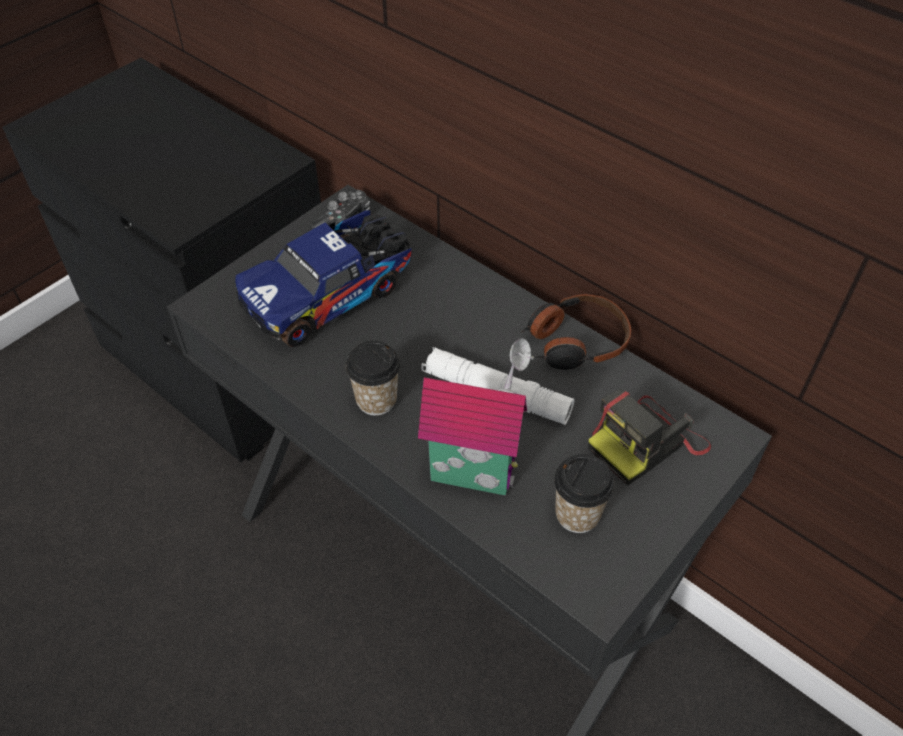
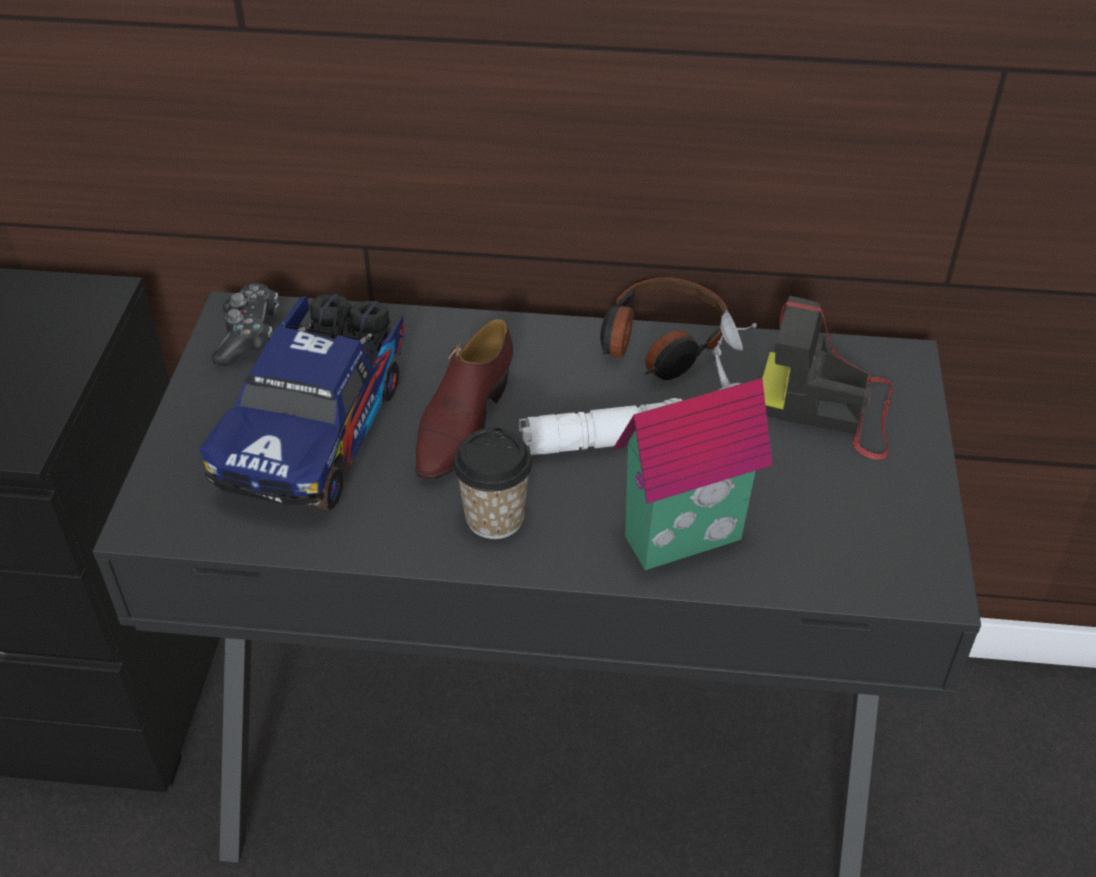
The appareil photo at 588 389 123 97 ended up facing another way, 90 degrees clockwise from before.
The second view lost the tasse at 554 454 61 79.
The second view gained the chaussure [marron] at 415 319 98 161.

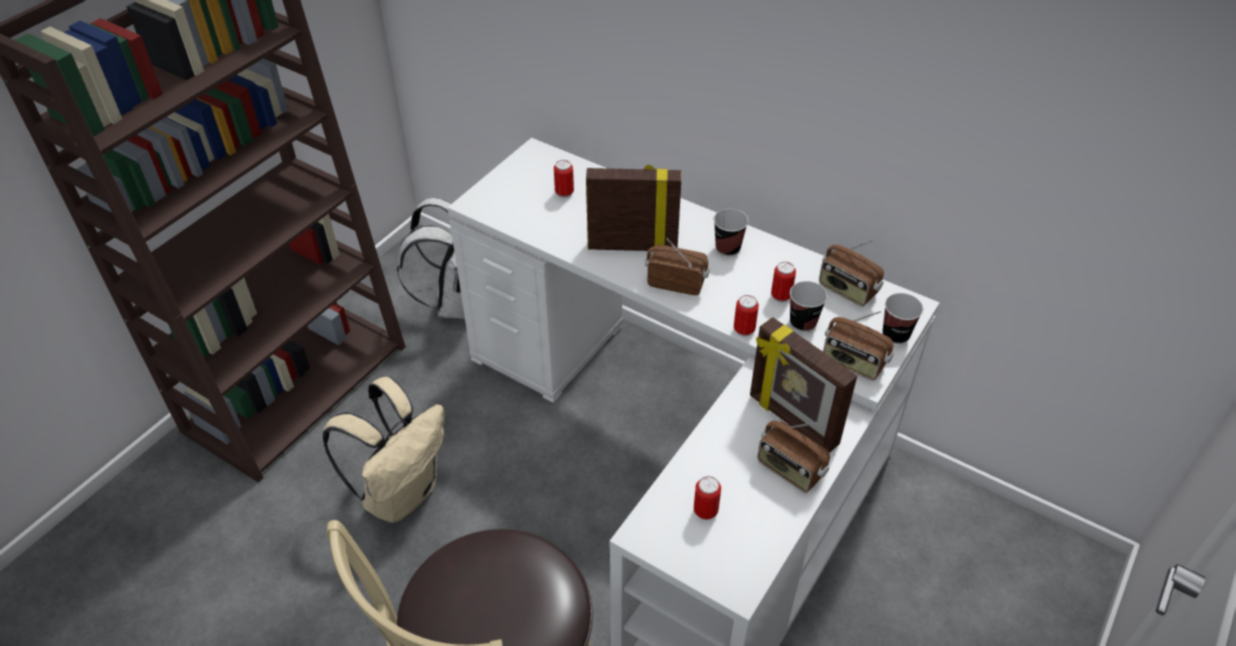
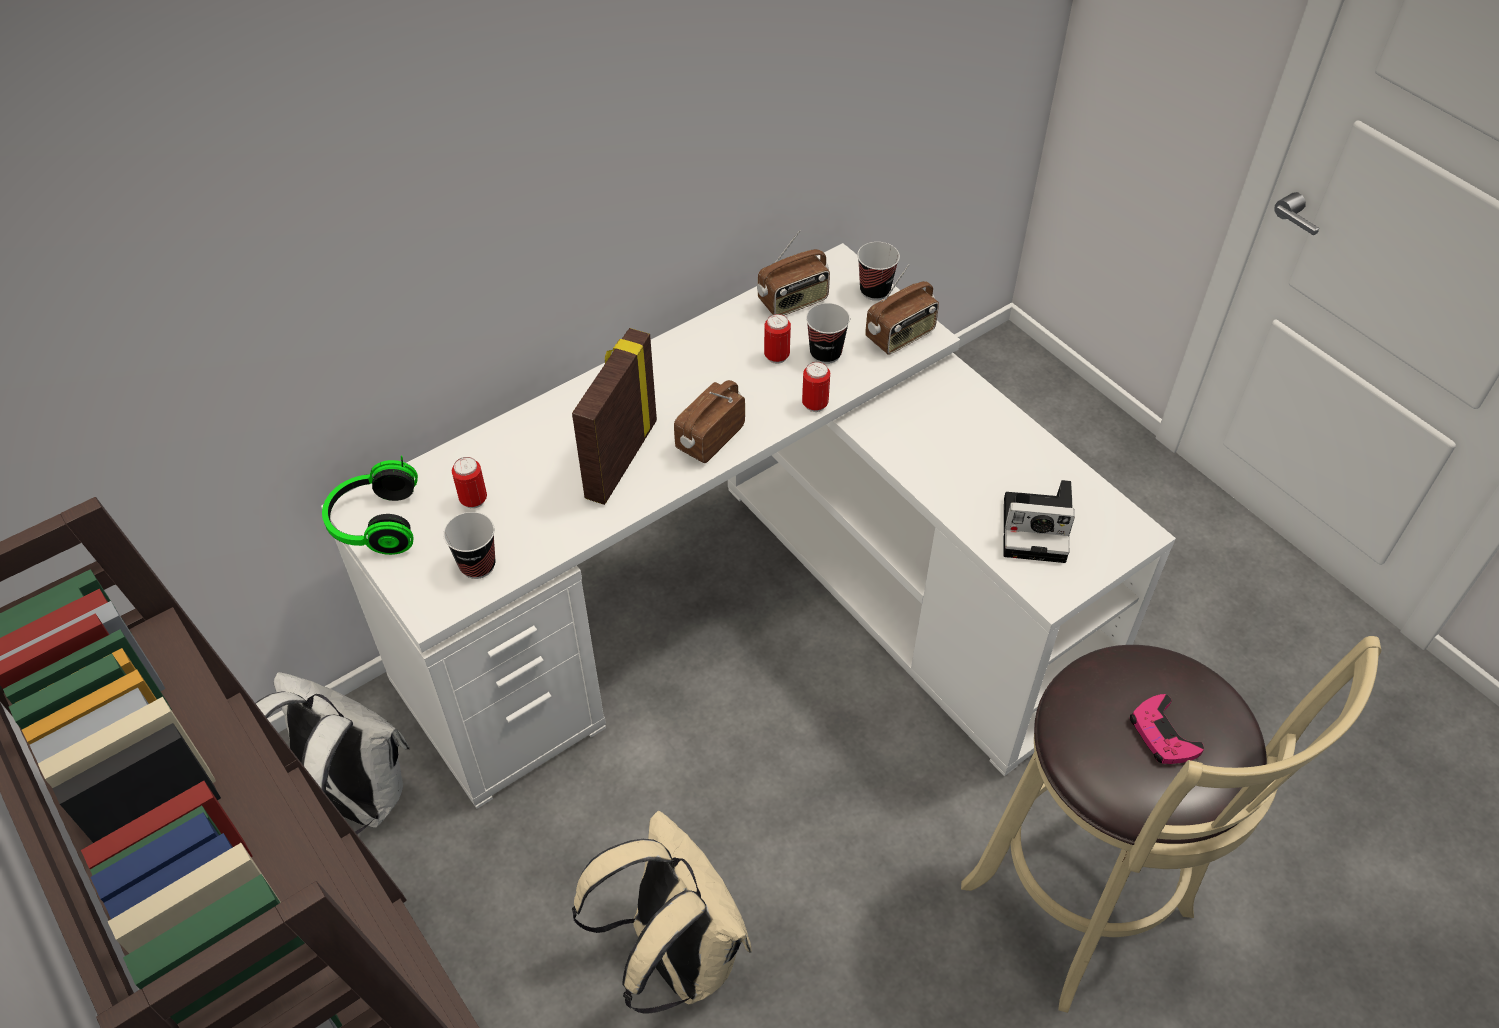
The tasse ended up elsewhere, having gone from 714 209 34 47 to 443 512 52 67.
The second view lost the cadre photo at 750 317 107 136.
The second view lost the radio at 758 421 72 72.
Where the boîte métallique stood at 694 476 27 44, the appareil photo came to stand at 1003 480 72 83.
The second view gained the casque audio at 322 455 96 100.
The second view gained the manette [rose] at 1130 694 74 70.

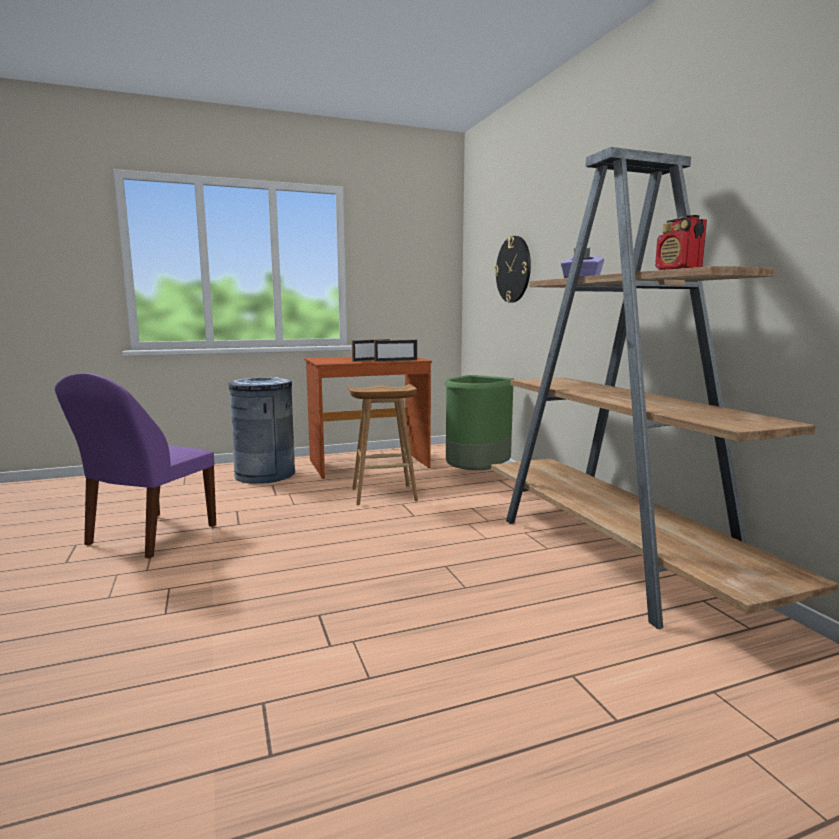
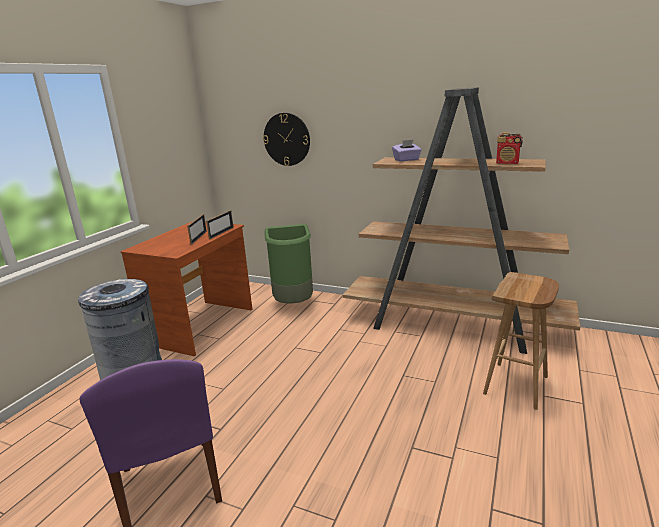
The tabouret [marron] ended up elsewhere, having gone from 348 384 70 121 to 483 272 76 138.

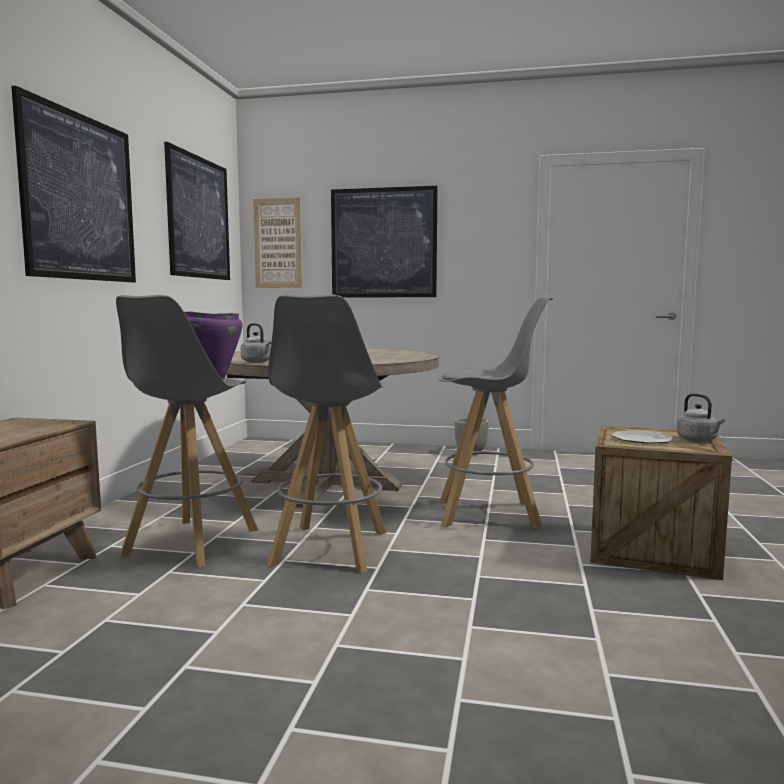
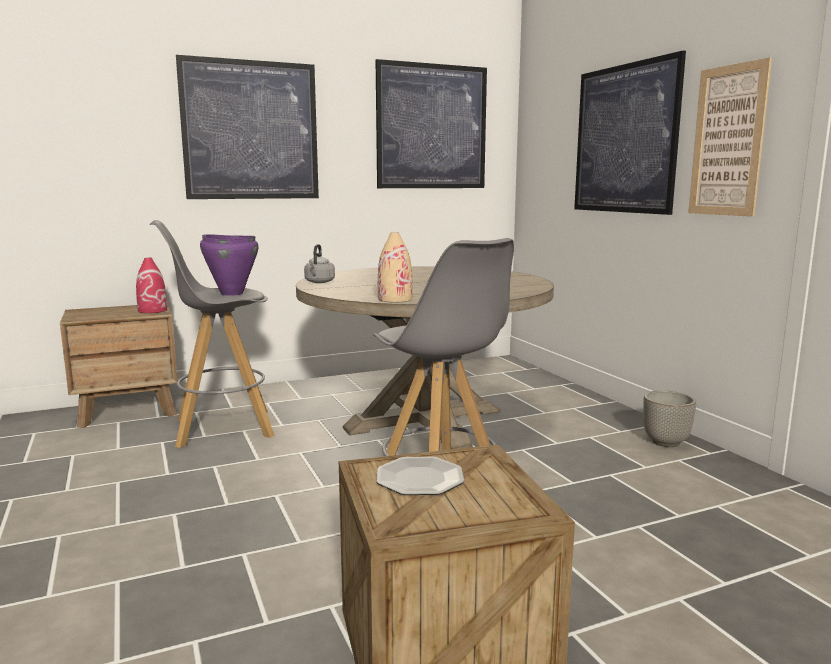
The tableau ended up elsewhere, having gone from 253 197 49 91 to 688 57 84 160.
The second view lost the tabouret [gris] at 268 294 118 279.
The second view lost the bouilloire [gris] at 676 393 49 49.
The second view gained the vase [beige] at 378 232 35 70.
The second view gained the vase [rouge] at 136 258 31 55.

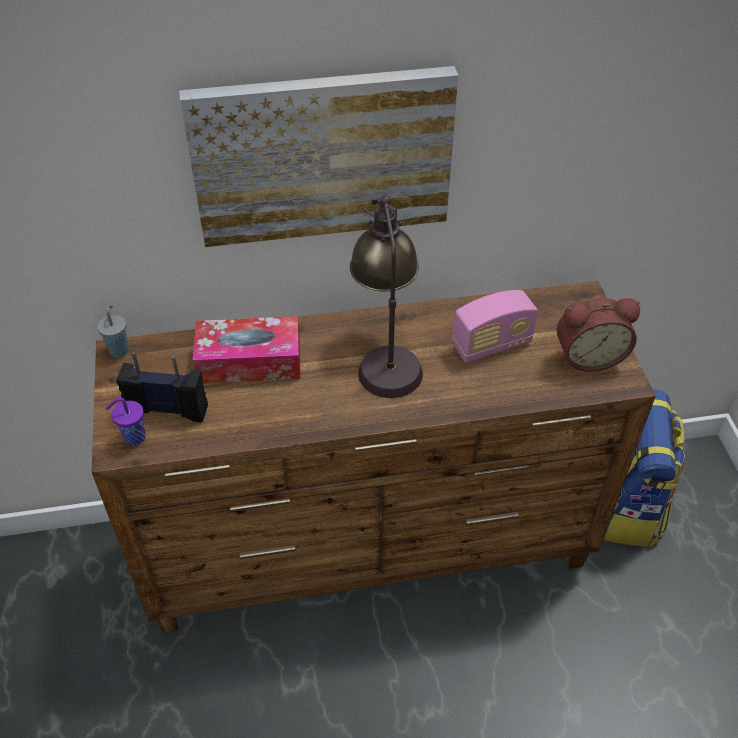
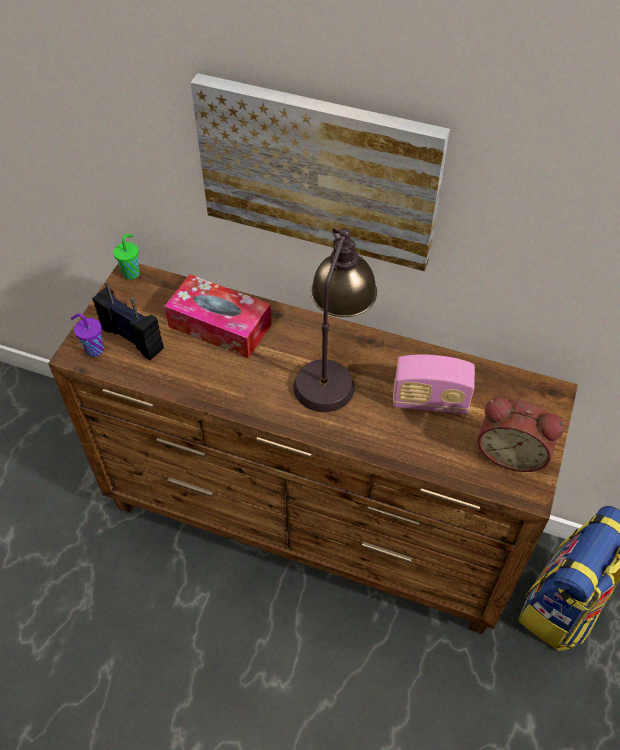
What was the tasse [gris] at 97 305 32 52 turned into the tasse [vert] at 113 234 27 46.

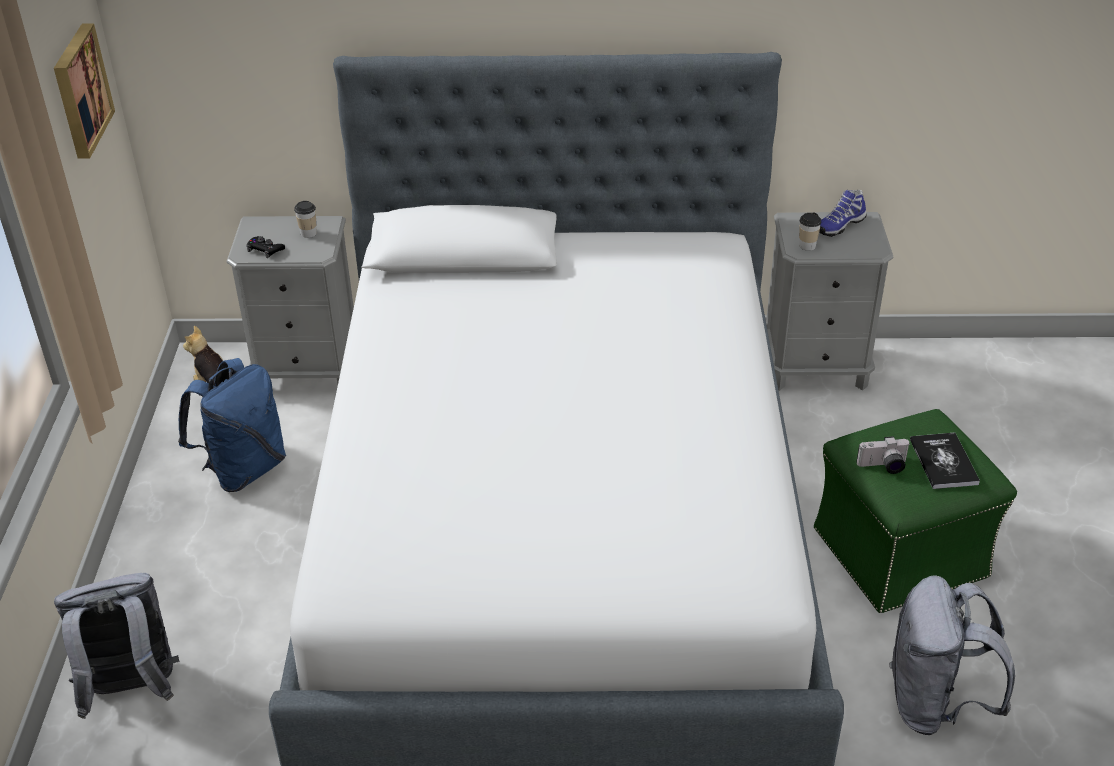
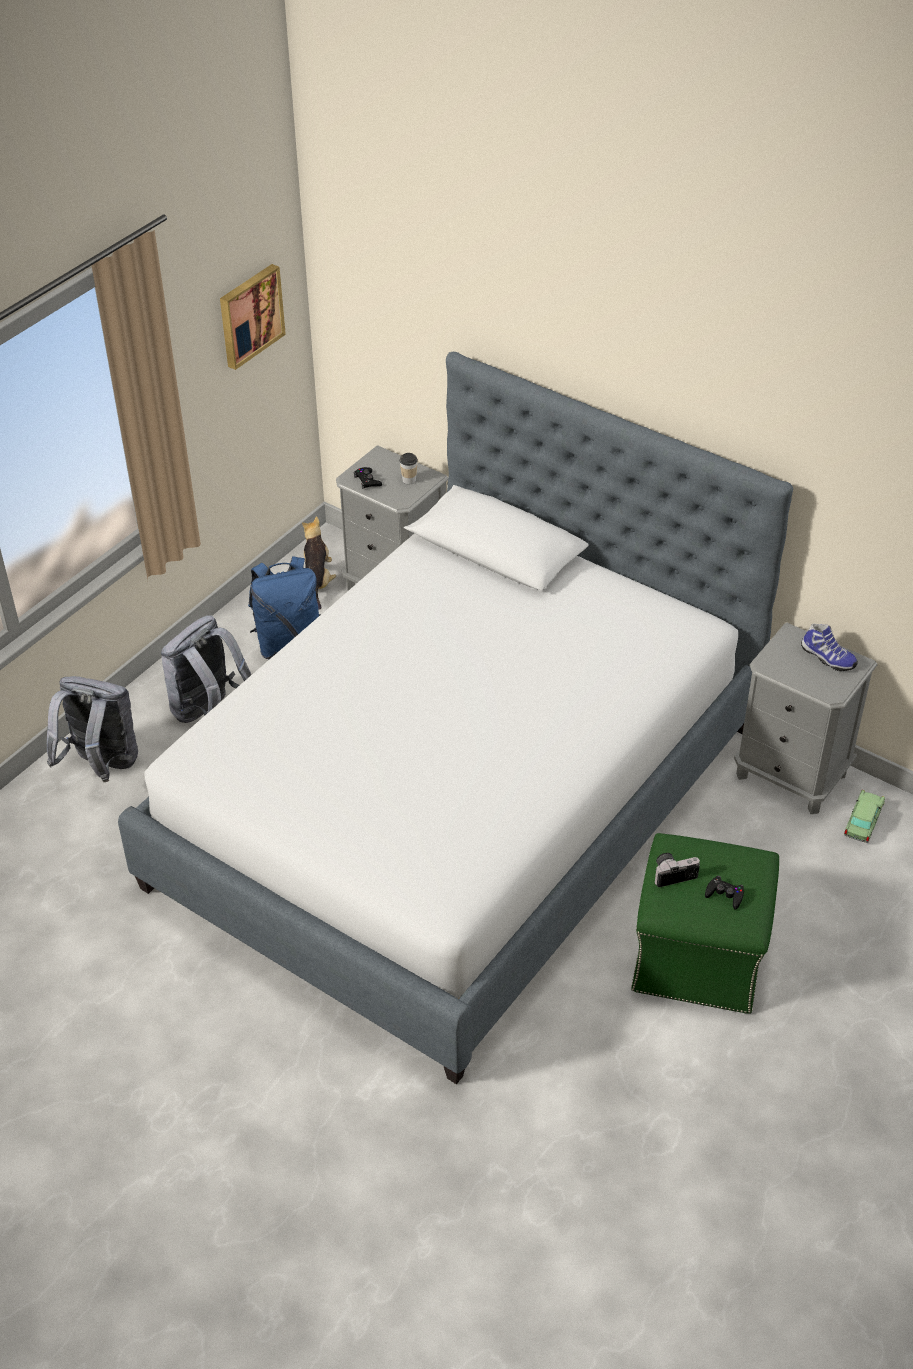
The chaussure at 819 190 48 47 ended up facing another way, 135 degrees counterclockwise from before.
The second view lost the tasse at 799 212 22 39.
Where the livre stood at 910 432 70 57, the manette [noir] came to stand at 705 876 39 34.
The appareil photo at 856 436 54 38 ended up facing another way, 135 degrees clockwise from before.
The sac à dos [gris] ended up elsewhere, having gone from 889 576 126 159 to 161 616 90 107.
The second view gained the petite voiture at 844 790 41 53.

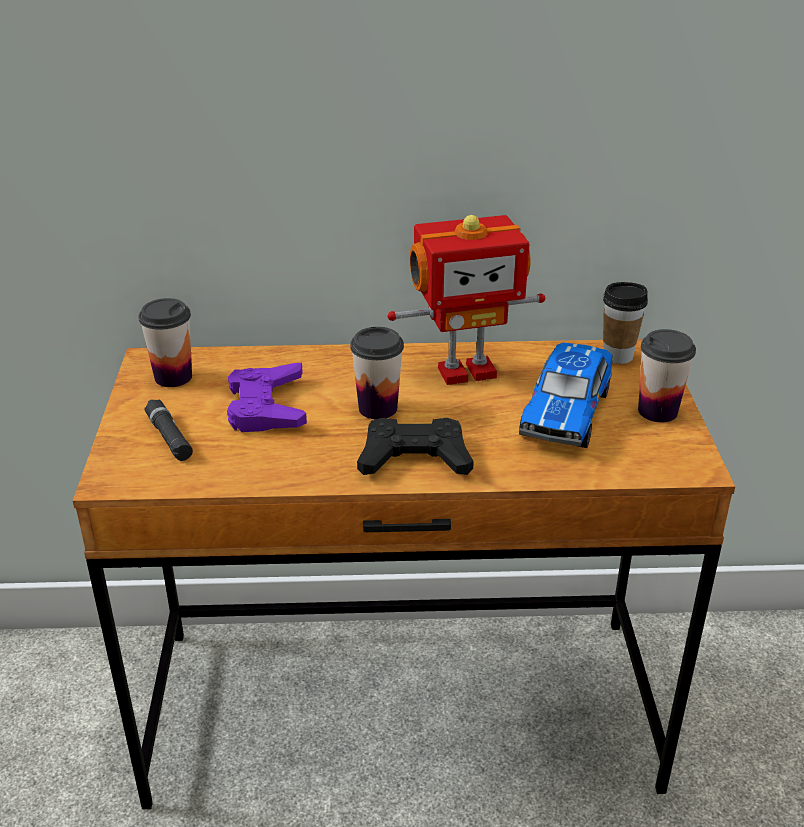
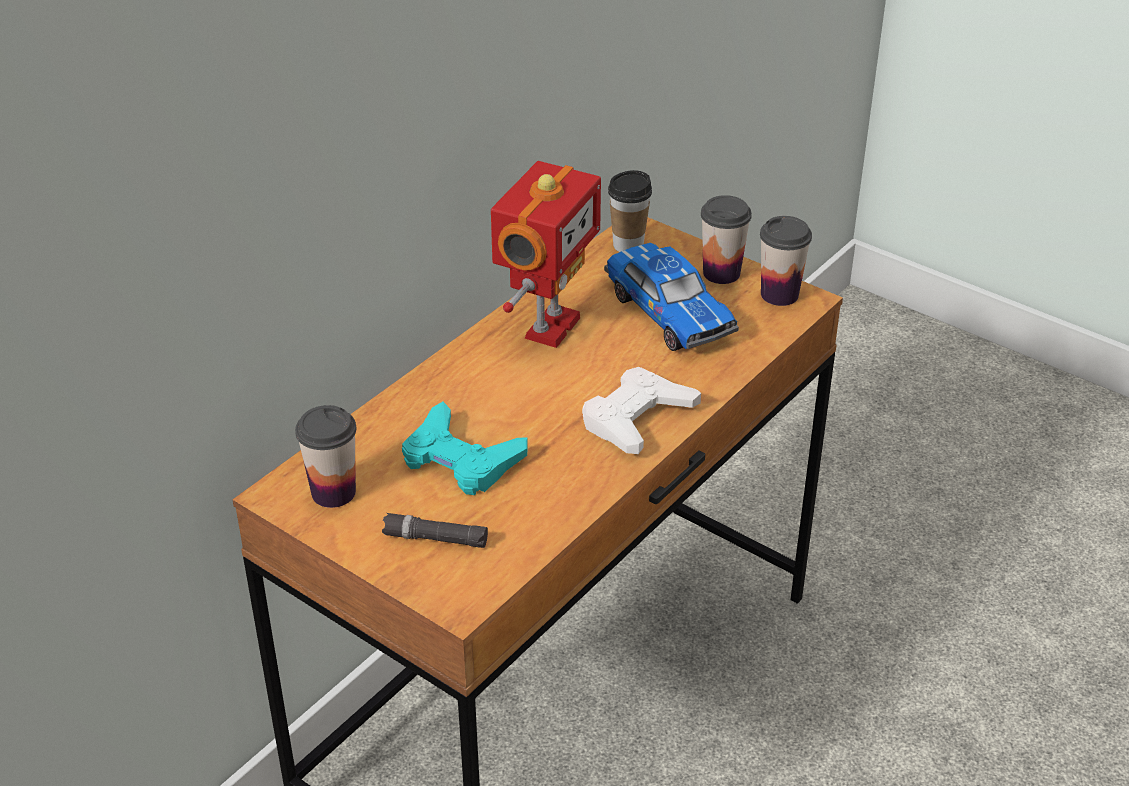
The tasse ended up elsewhere, having gone from 350 327 54 92 to 760 216 52 90.
What was the manette [violet] at 227 363 80 69 turned into the manette [turquoise] at 402 402 126 93.
What was the manette [noir] at 357 418 117 57 turned into the manette [blanc] at 582 367 119 87.

